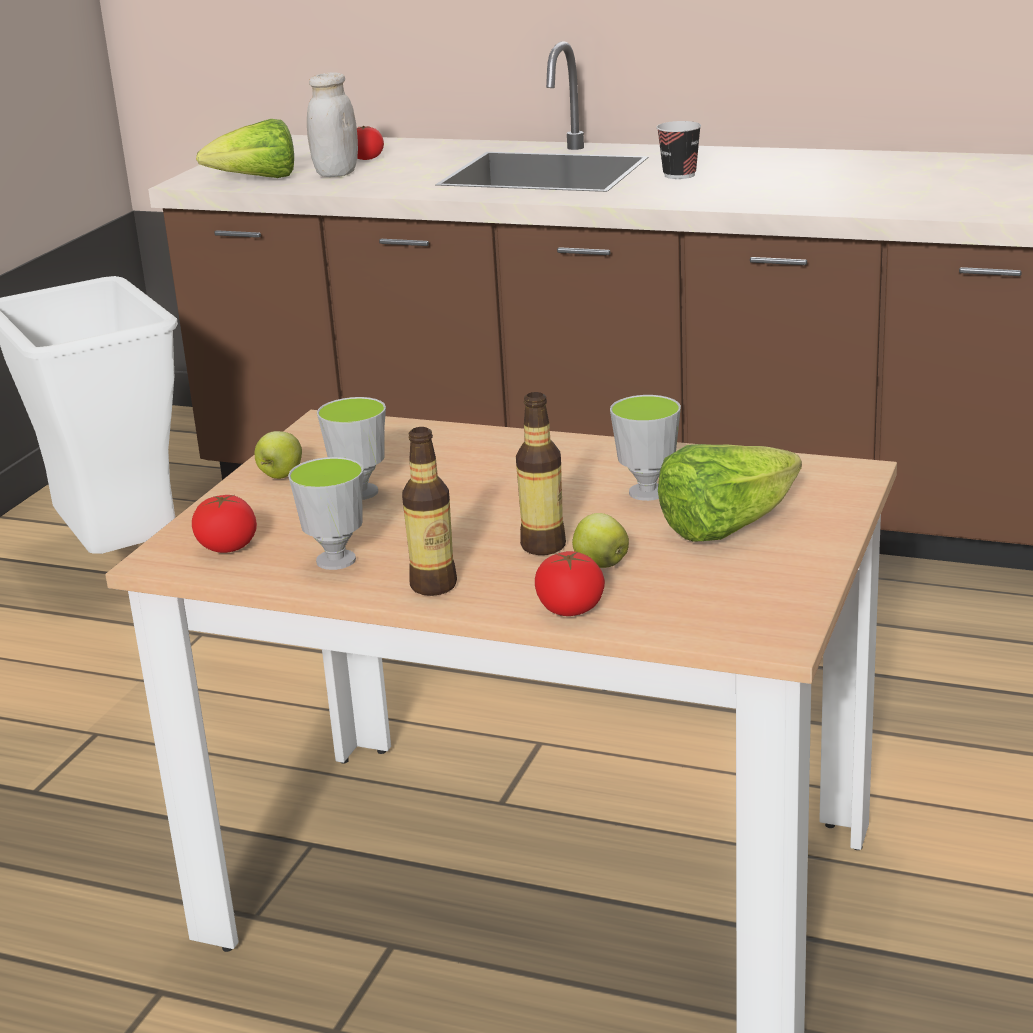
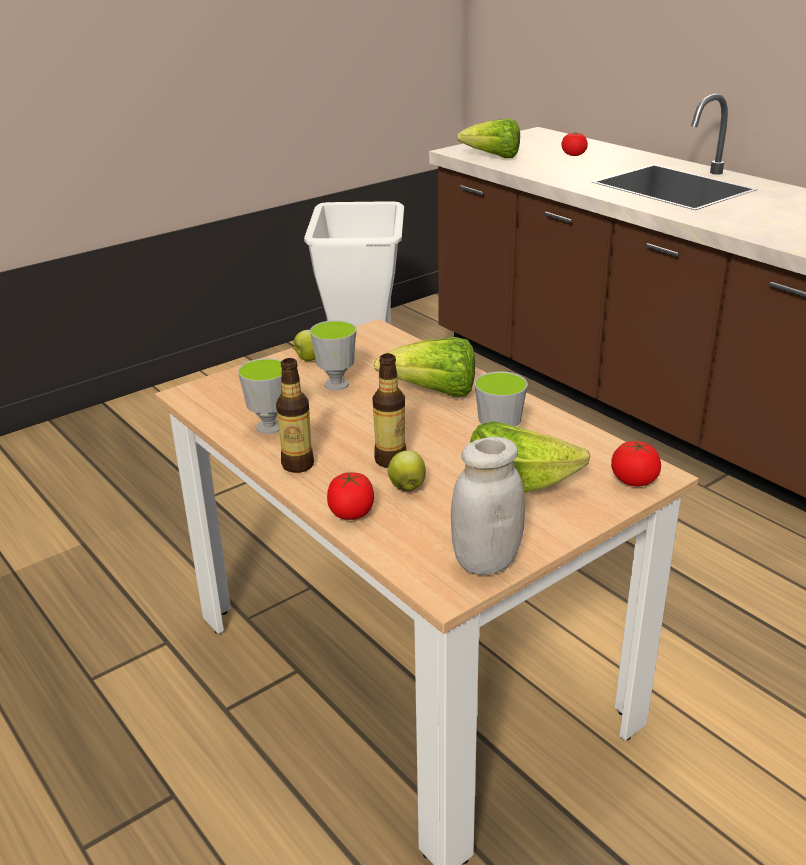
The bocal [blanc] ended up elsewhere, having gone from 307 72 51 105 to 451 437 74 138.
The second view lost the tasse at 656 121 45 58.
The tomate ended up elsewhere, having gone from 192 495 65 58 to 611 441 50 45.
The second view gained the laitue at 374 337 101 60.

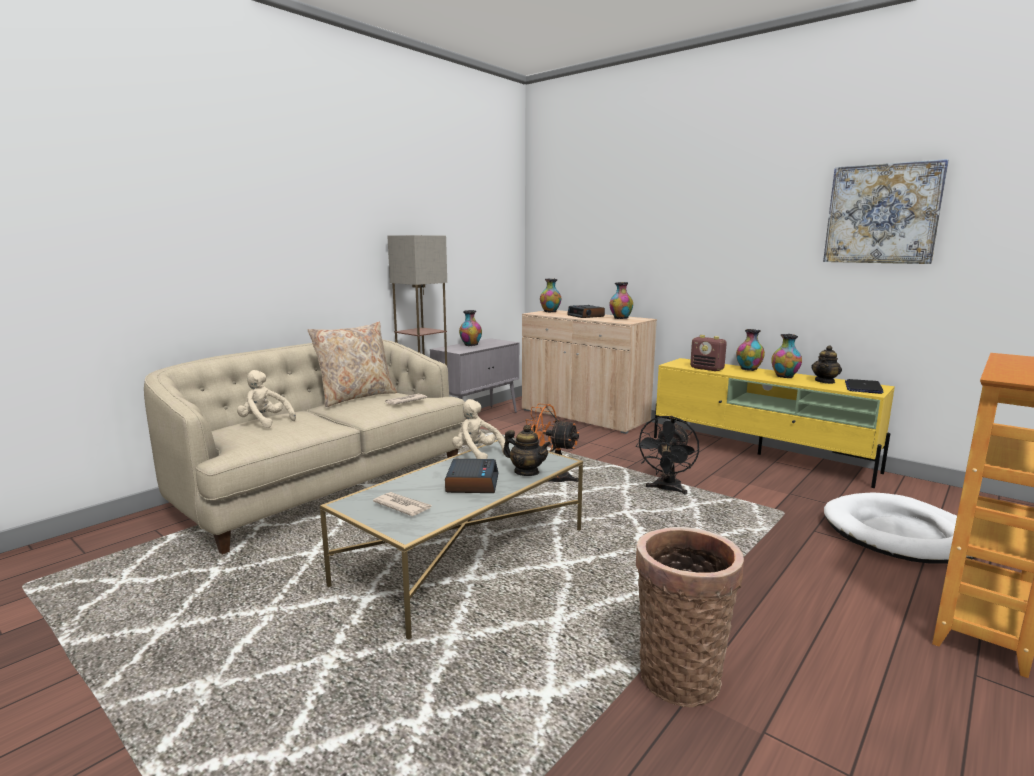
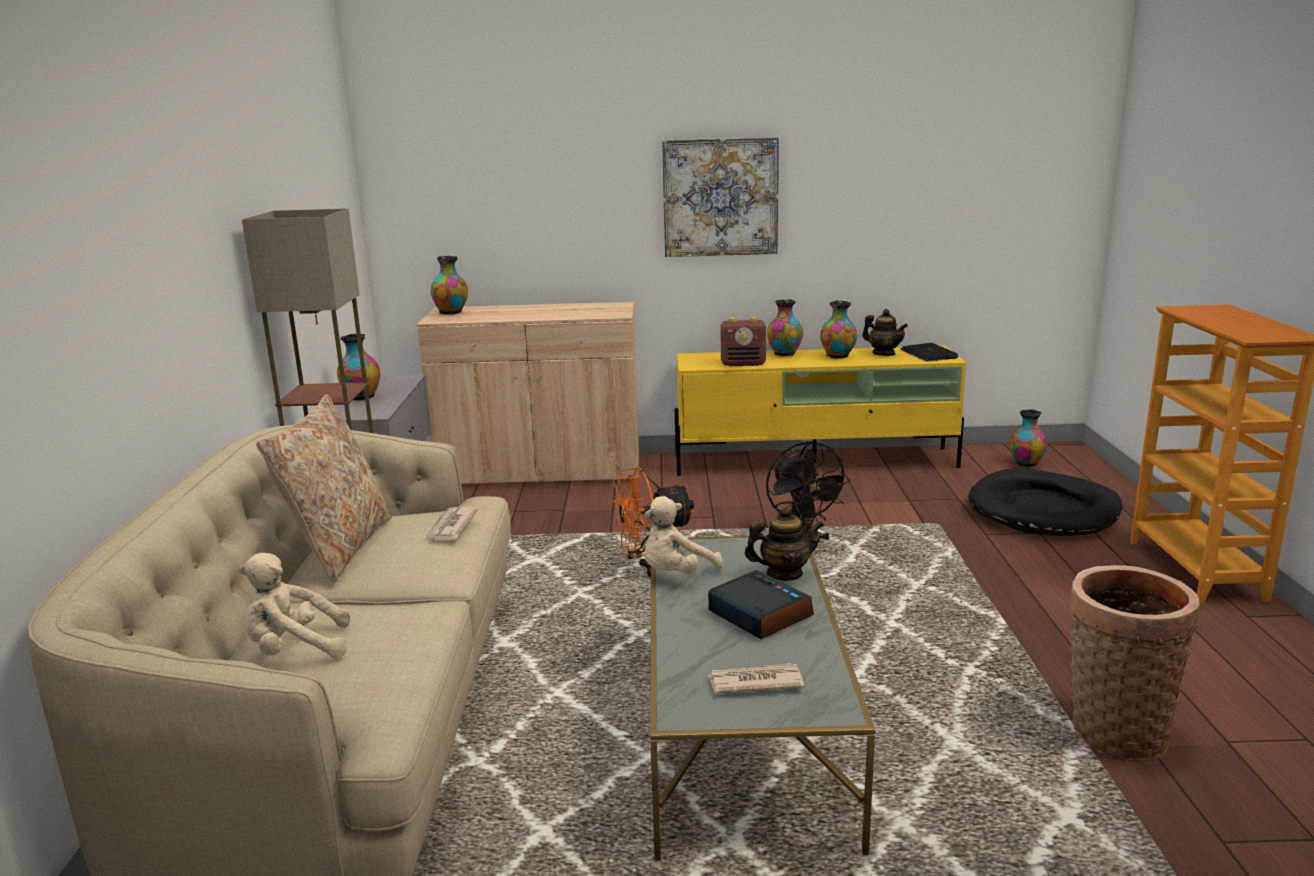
The tableau ended up elsewhere, having gone from 823 159 126 105 to 662 136 117 121.
The vase ended up elsewhere, having gone from 610 282 23 37 to 1010 409 38 58.
The second view lost the réveil at 567 305 38 13.
The théière at 811 345 31 39 ended up facing another way, 45 degrees counterclockwise from before.
The peluche [beige] at 452 399 53 60 ended up facing another way, 45 degrees counterclockwise from before.
What was the panier pour chien [blanc] at 824 492 151 71 turned into the panier pour chien [noir] at 968 468 154 68.

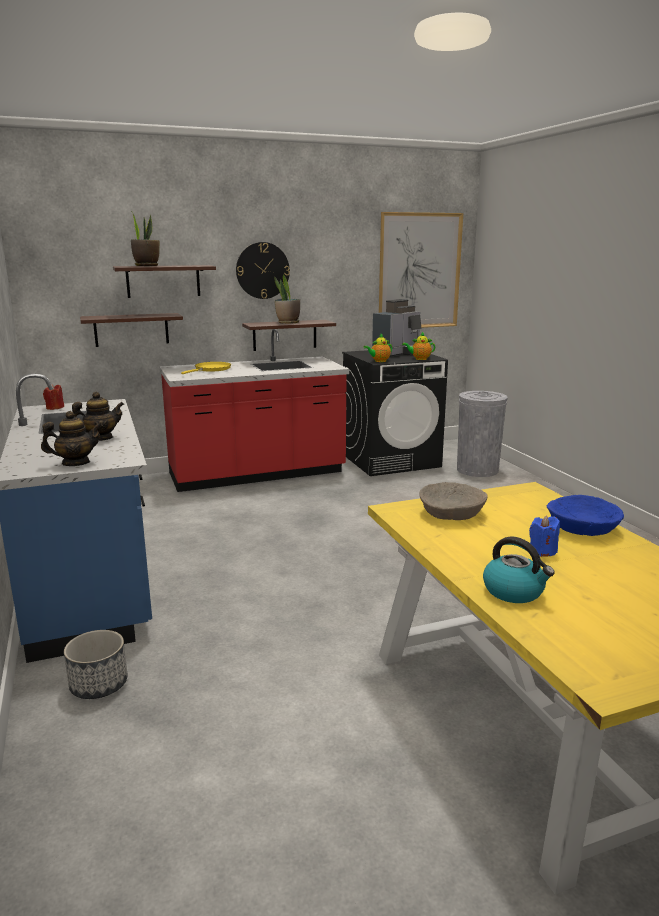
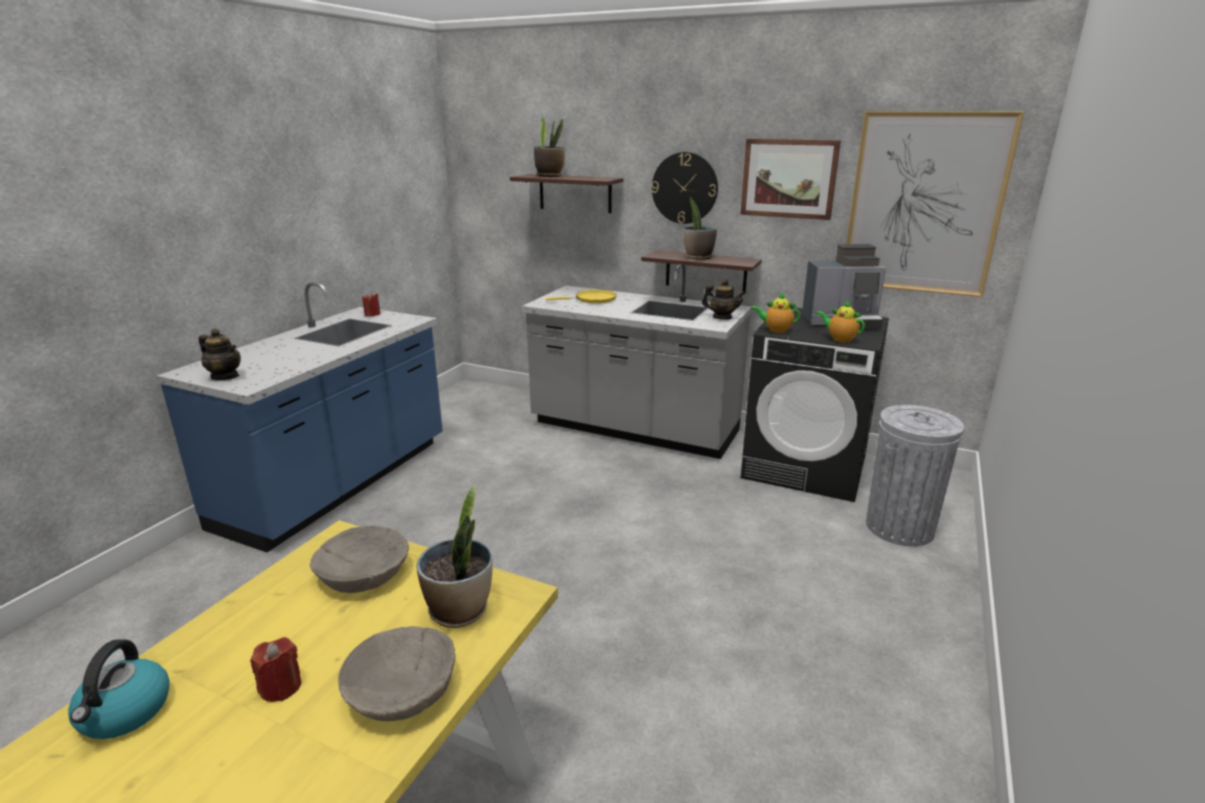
The second view lost the étagère at 80 313 103 34.
What was the comptoir de cuisine [rouge] at 160 329 189 163 turned into the comptoir de cuisine [gris] at 522 264 230 195.
The théière ended up elsewhere, having gone from 72 392 52 49 to 702 279 44 41.
What was the bol [bleu] at 547 495 77 41 turned into the bol [beige] at 338 626 118 95.
What was the bougie [bleu] at 529 515 31 42 turned into the bougie [rouge] at 250 637 51 65.
The second view lost the cache-pot at 64 630 64 69.
The second view gained the tableau at 740 139 101 81.
The second view gained the plante en pot at 416 484 77 144.

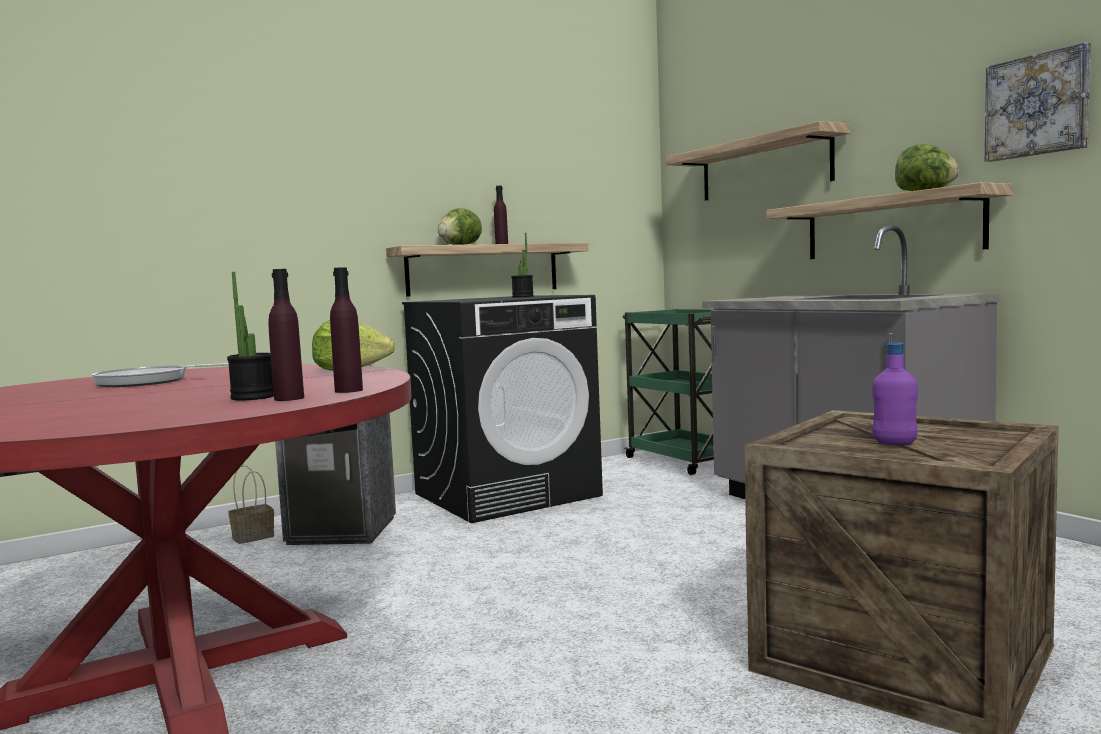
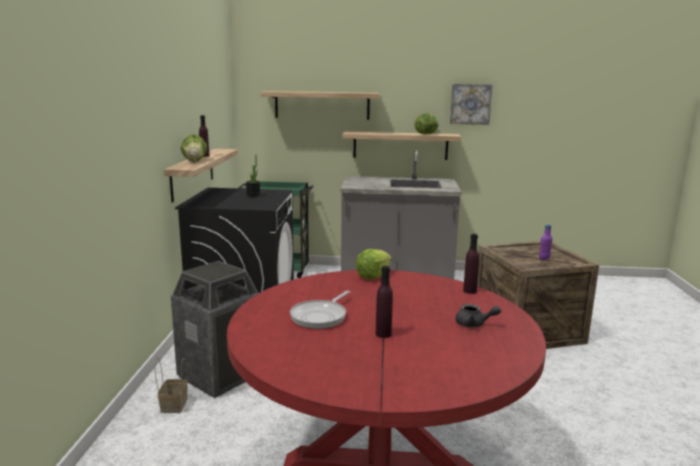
The bouteille [violet] ended up elsewhere, having gone from 268 269 36 132 to 376 266 17 72.
The second view lost the plante en pot at 227 272 47 129.
The second view gained the théière [gris] at 456 304 45 23.

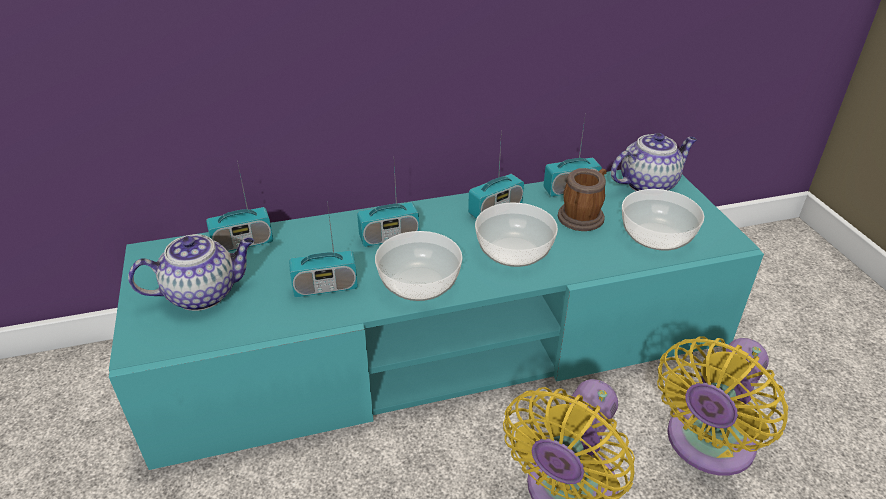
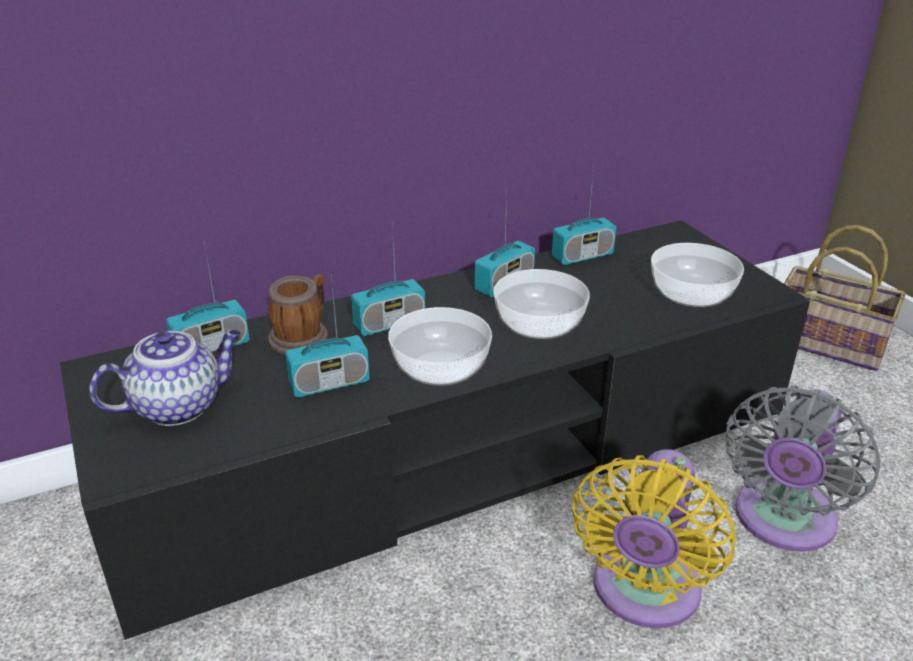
The second view lost the théière at 611 133 86 58.
The mug ended up elsewhere, having gone from 558 168 49 63 to 268 274 60 81.
What was the meuble télé [turquoise] at 109 170 655 300 turned into the meuble télé [noir] at 60 220 750 420.
What was the ventilateur [jaune] at 657 336 131 140 turned into the ventilateur [gris] at 726 385 154 167.
The second view gained the panier at 784 225 122 146.

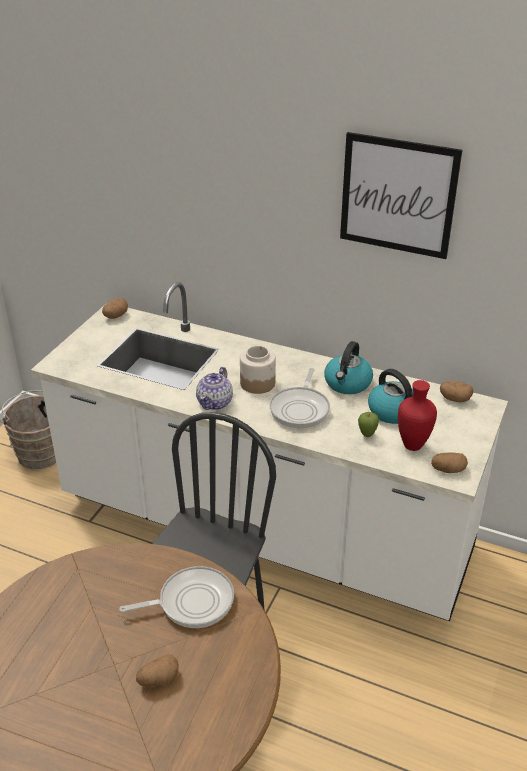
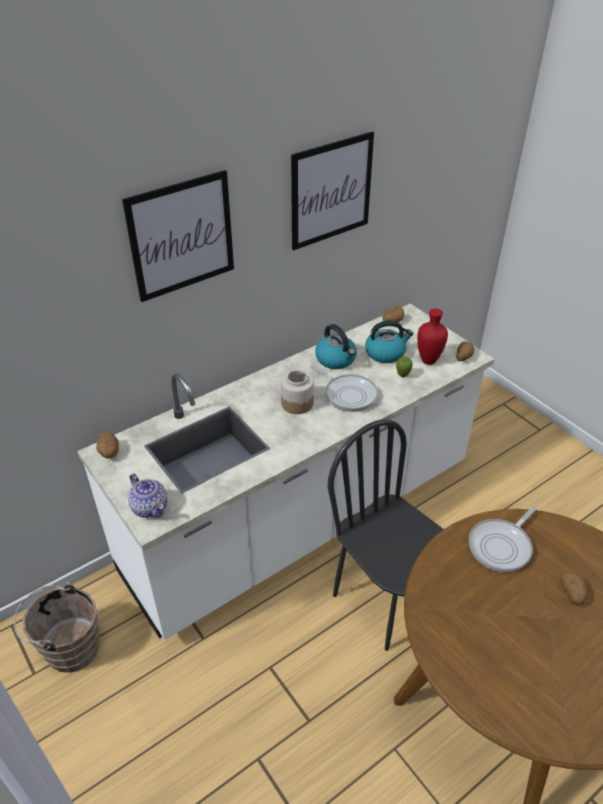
The théière ended up elsewhere, having gone from 196 367 37 43 to 128 473 40 45.
The poêle at 119 566 115 62 ended up facing another way, 150 degrees counterclockwise from before.
The second view gained the tableau at 122 170 112 132.

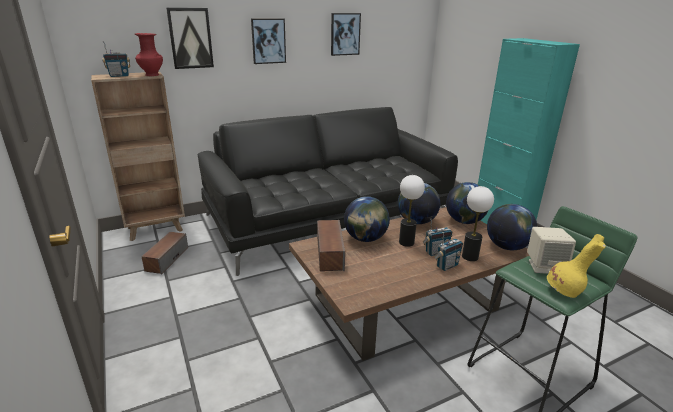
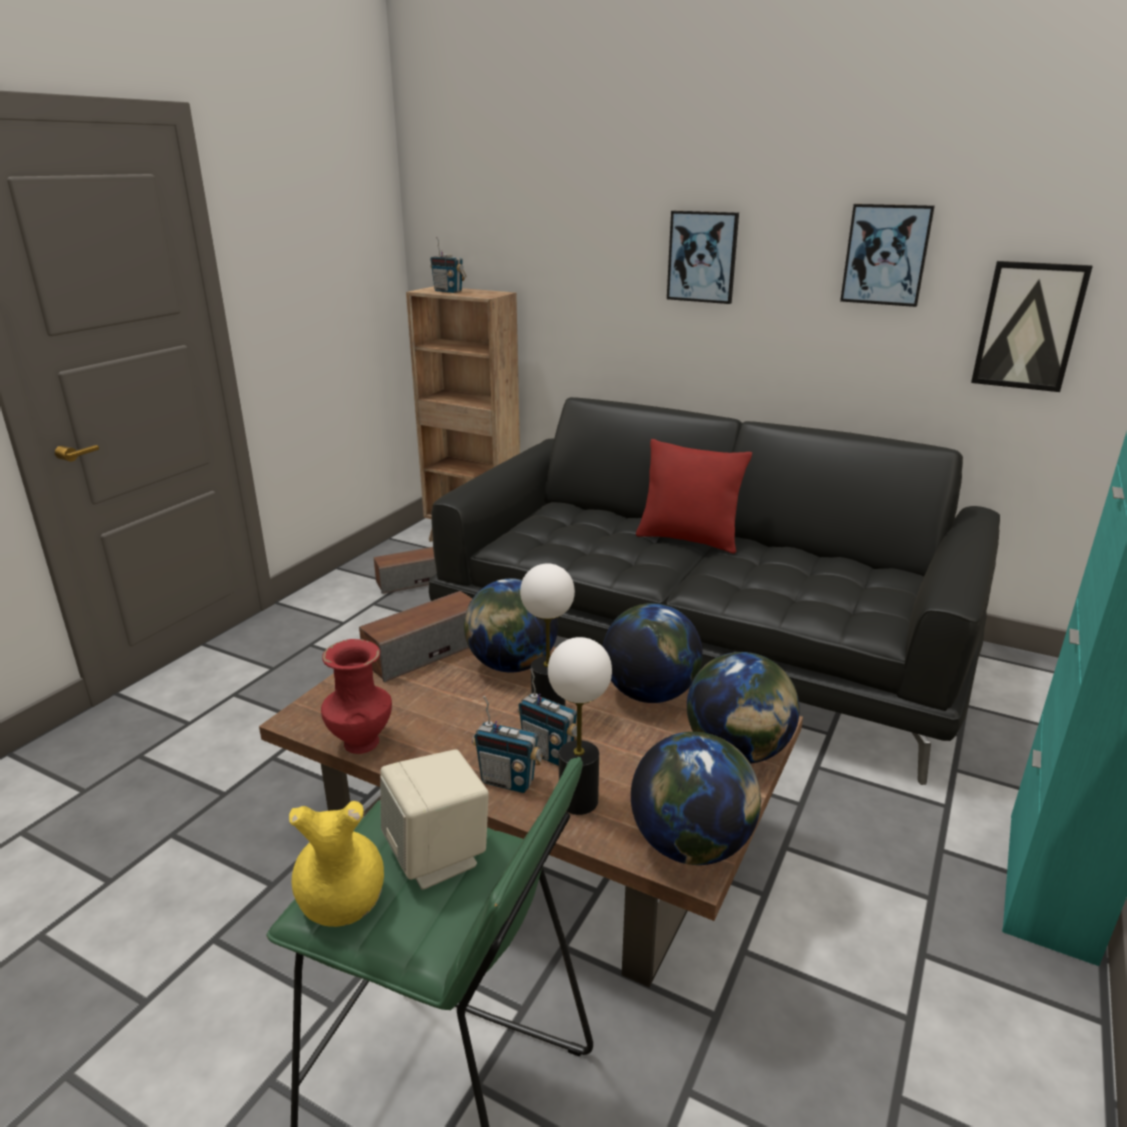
The tableau ended up elsewhere, having gone from 166 8 48 61 to 971 261 122 131.
The vase [rouge] ended up elsewhere, having gone from 135 33 28 43 to 321 639 71 115.
The second view gained the coussin [rouge] at 636 439 116 115.

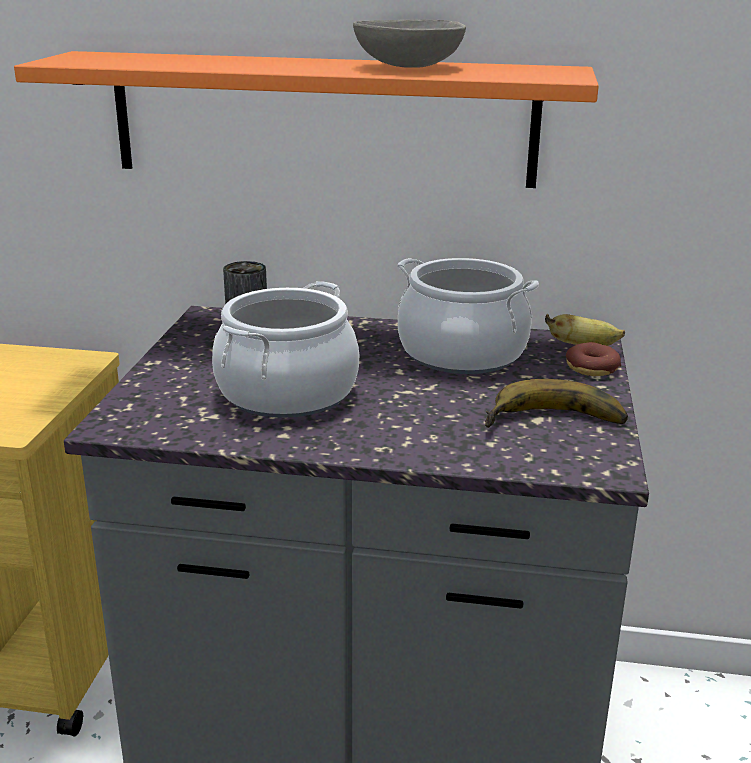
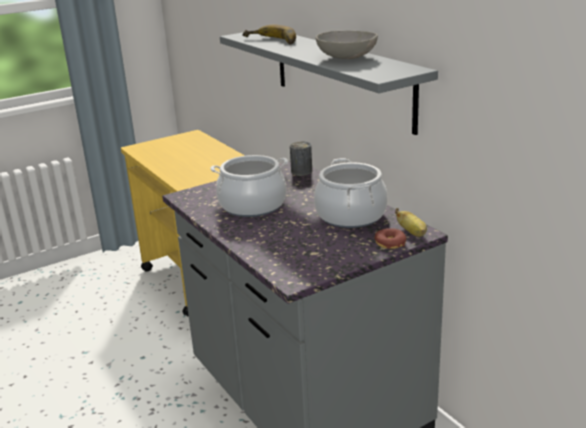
What was the étagère [orange] at 14 51 585 137 turned into the étagère [gris] at 220 32 218 103.
The banane ended up elsewhere, having gone from 485 379 143 49 to 242 24 54 20.

